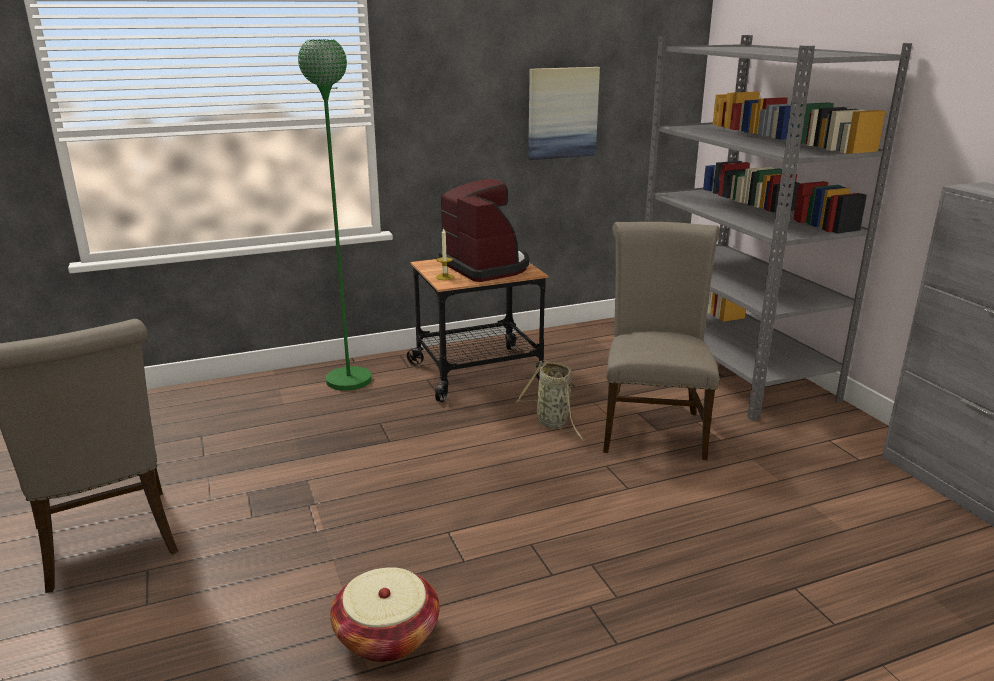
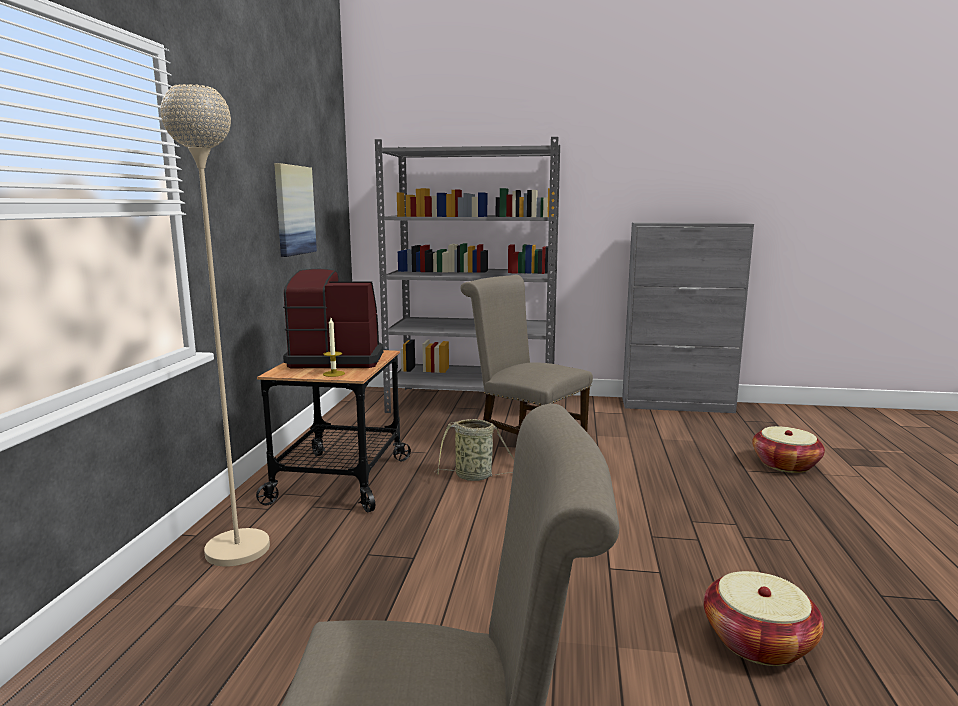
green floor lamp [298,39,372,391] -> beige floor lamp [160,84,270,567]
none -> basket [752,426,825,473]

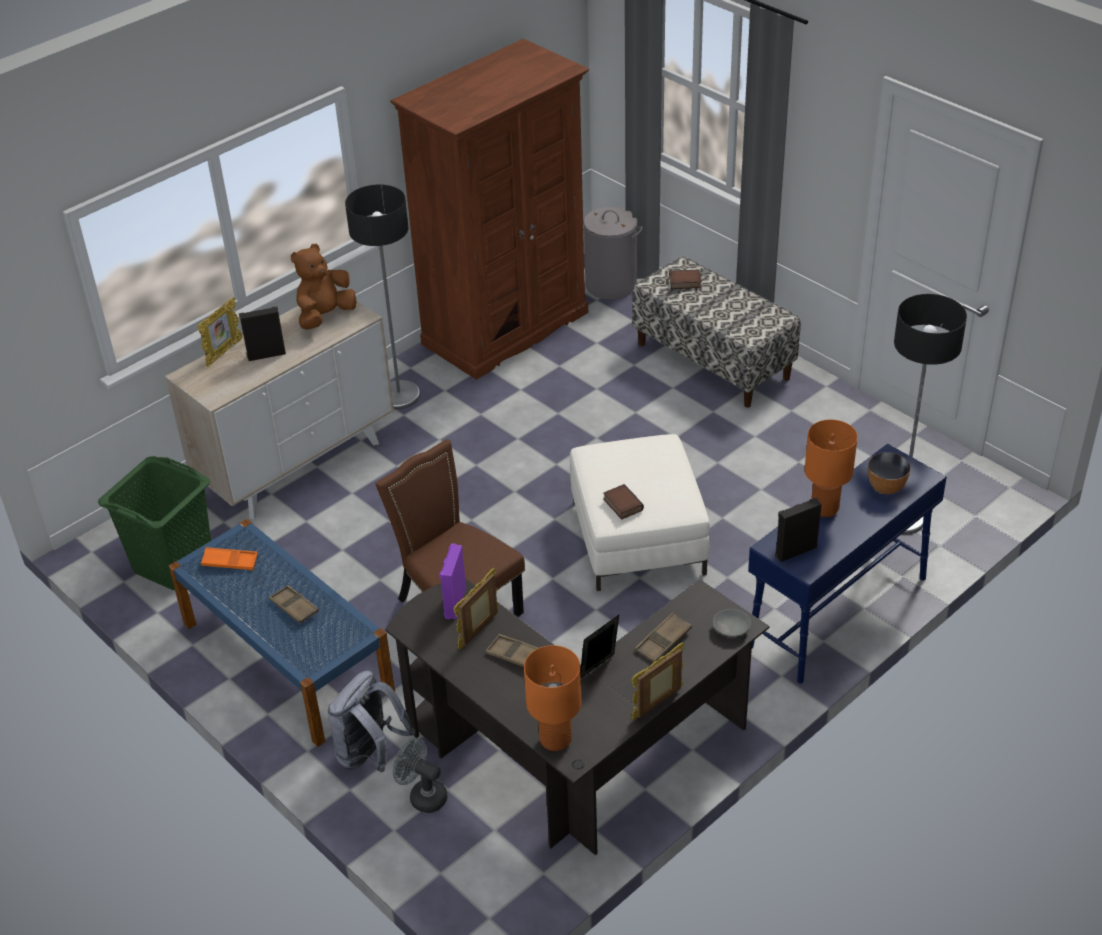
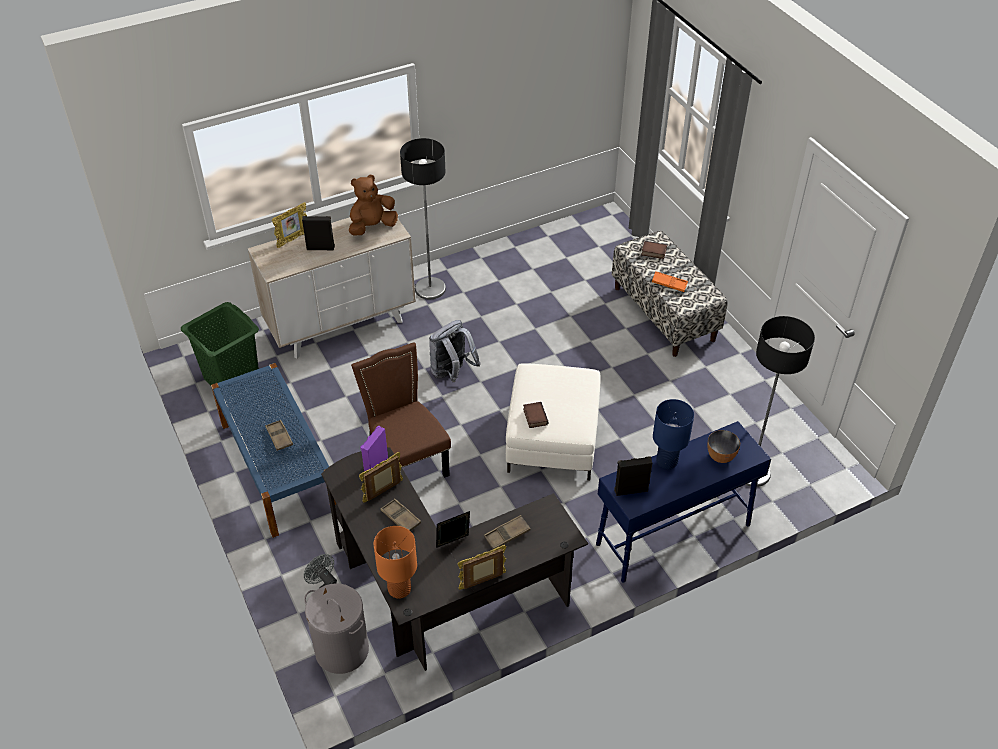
orange tray [201,547,258,570] -> orange tray [652,271,688,292], moved
grey backpack [328,671,415,772] -> grey backpack [429,320,481,382], moved
brown wardrobe [390,39,589,380] -> none
grey laundry basket [583,207,643,300] -> grey laundry basket [304,583,369,674], moved
grey bowl [713,609,751,637] -> none
orange table lamp [805,419,858,517] -> blue table lamp [653,399,694,470]

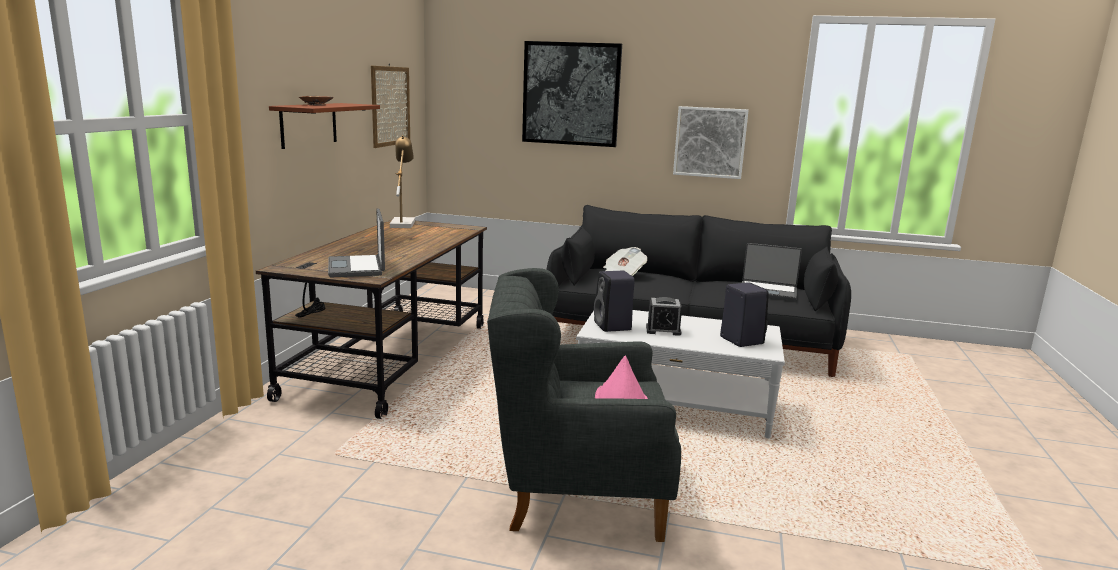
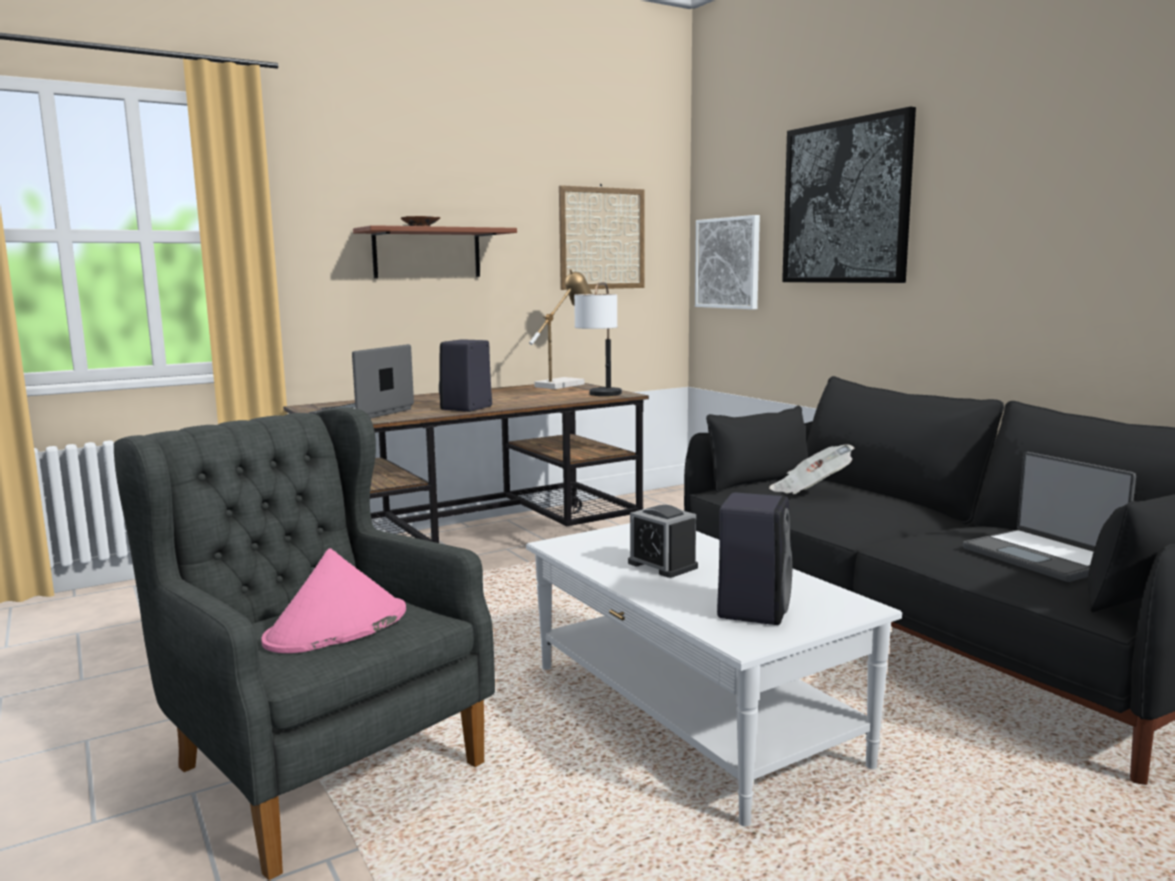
black speaker [594,271,635,332] -> black speaker [439,339,492,412], moved
picture [673,106,749,179] -> picture [695,215,760,310], moved
none -> table lamp [574,282,622,396]

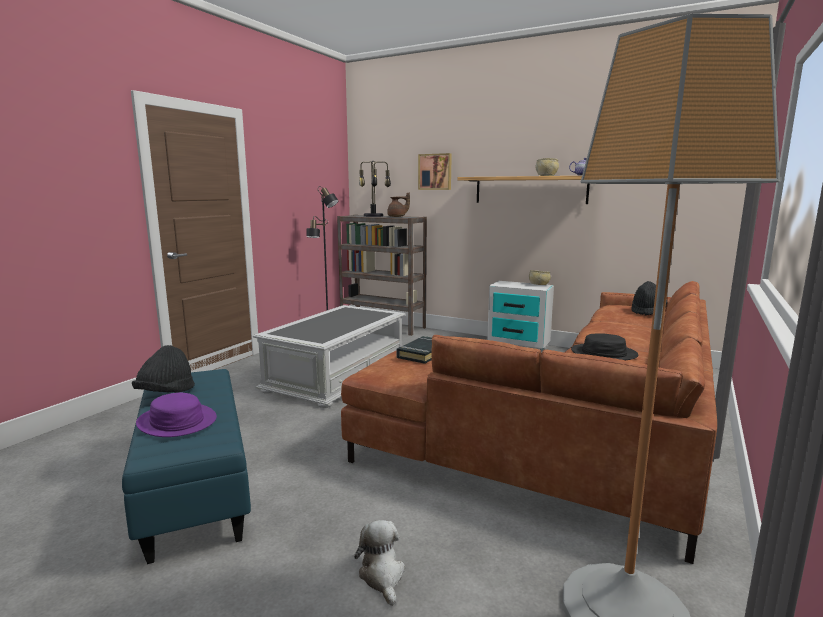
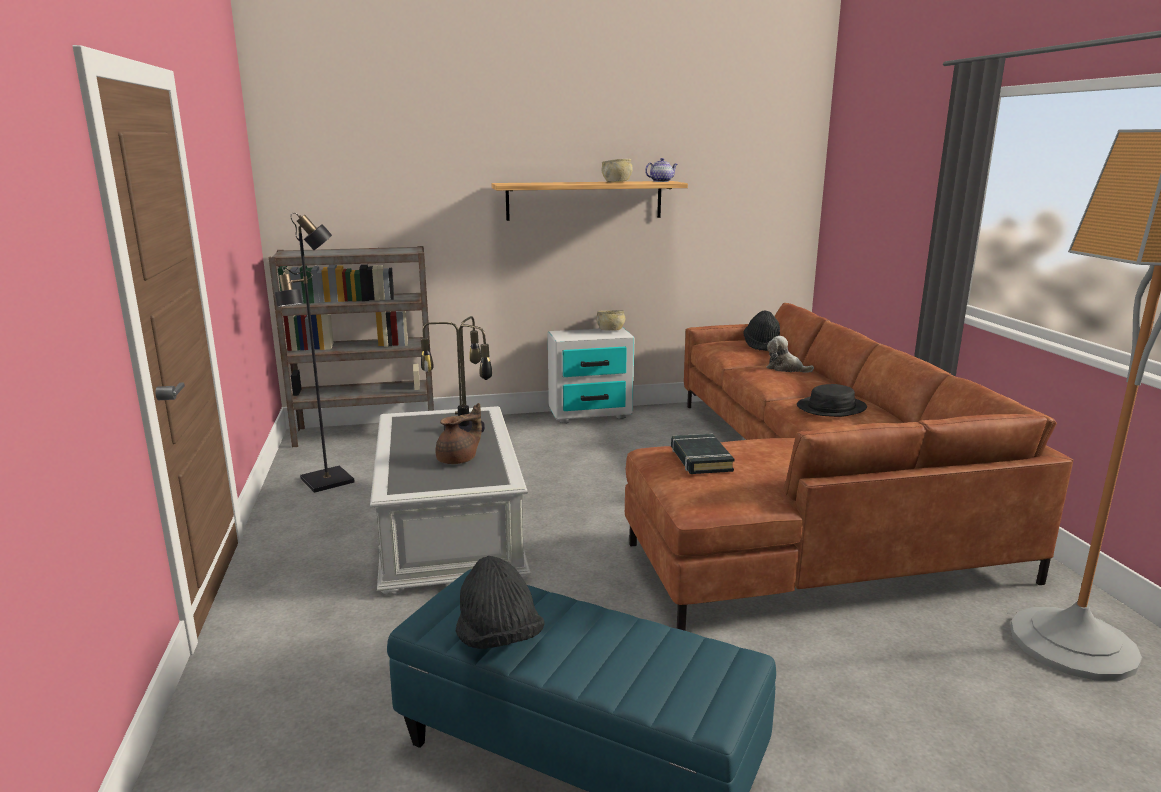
purple hat [136,393,217,437] -> none
plush toy [354,520,405,606] -> plush toy [766,336,814,373], moved
table lamp [359,161,391,217] -> table lamp [421,316,492,433], moved
brown teapot [387,192,410,217] -> brown teapot [436,403,482,464], moved
picture [418,153,452,190] -> none

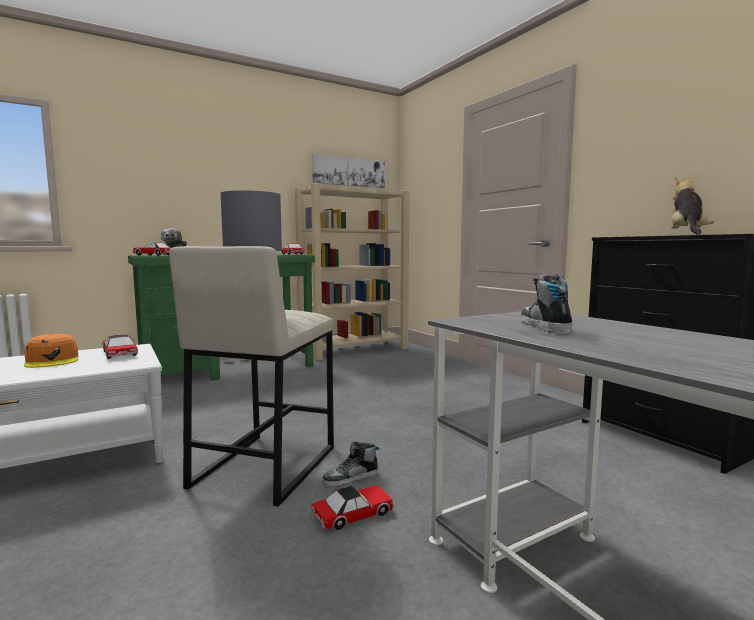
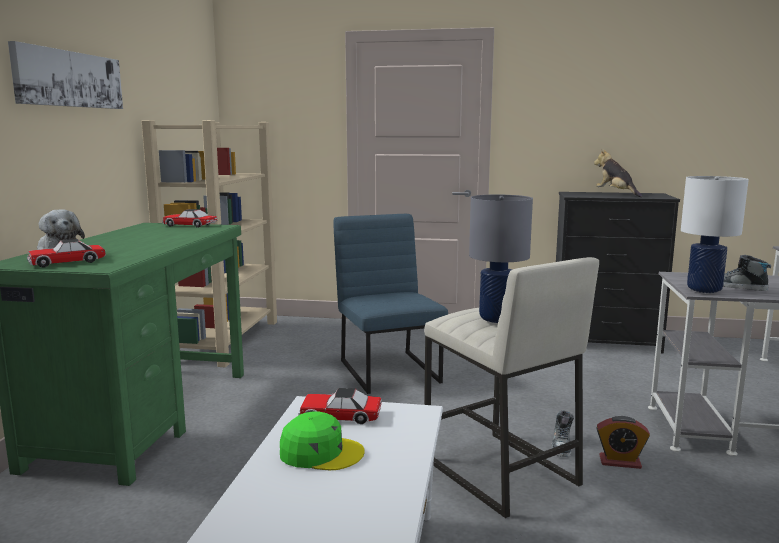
orange cap [24,334,78,368] -> green cap [280,411,365,470]
toy car [311,485,395,530] -> alarm clock [596,416,650,469]
picture [312,154,385,188] -> picture [8,41,123,109], moved
none -> blue chair [333,214,448,394]
none -> white table lamp [681,176,749,293]

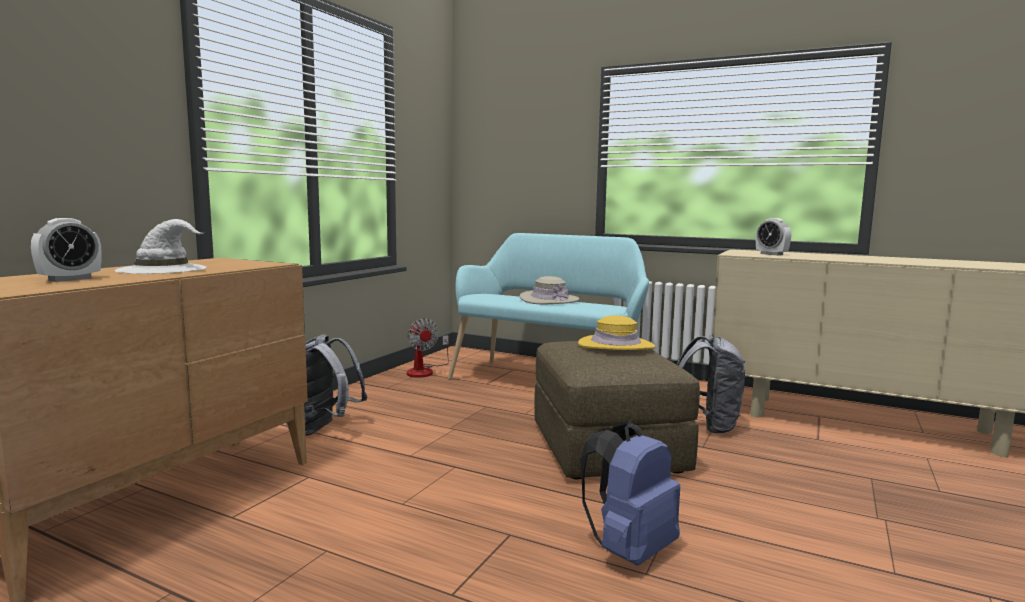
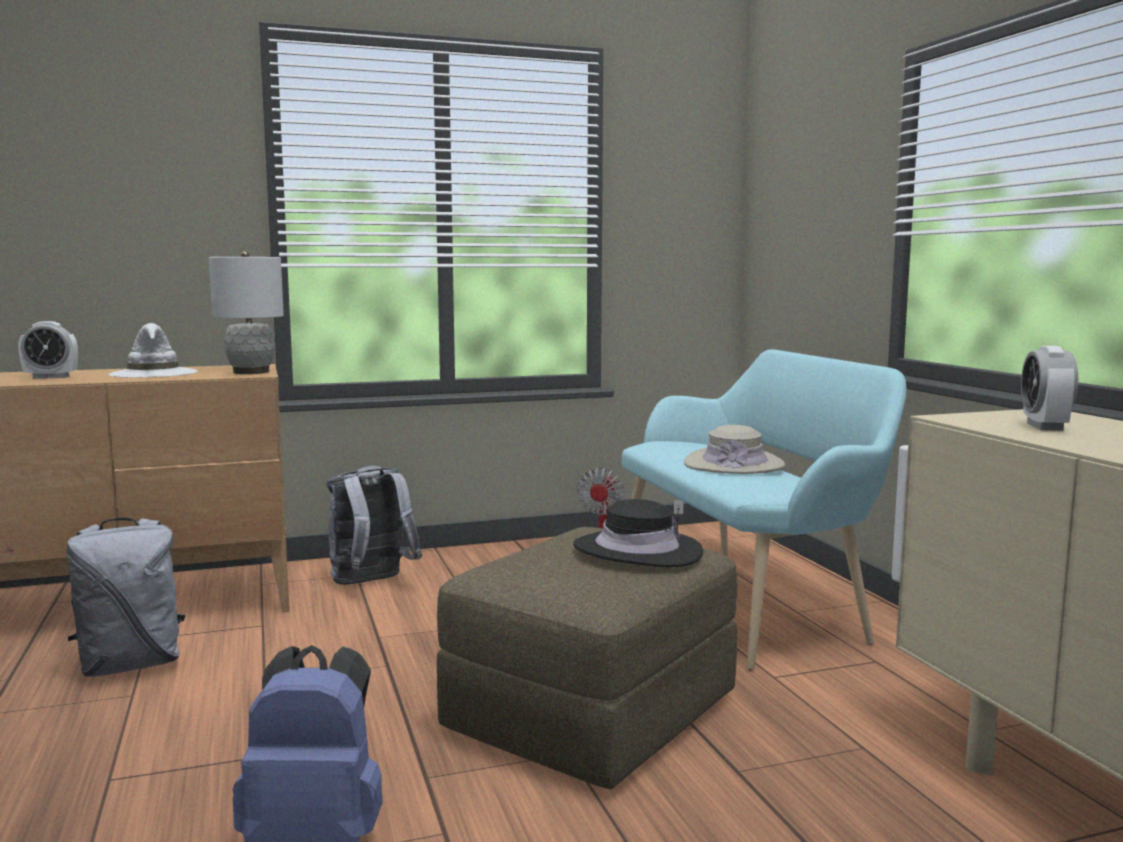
yellow hat [578,315,656,350] -> black hat [573,499,703,567]
grey backpack [677,335,745,434] -> grey backpack [66,517,186,677], moved
none -> white table lamp [209,251,284,374]

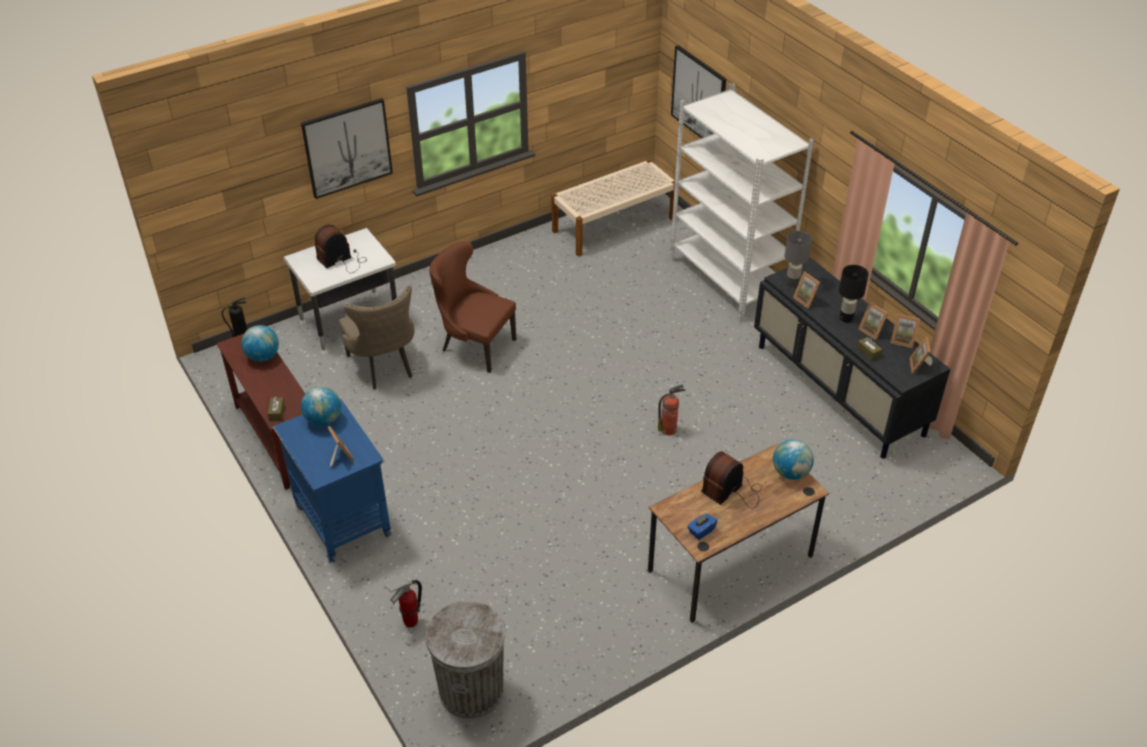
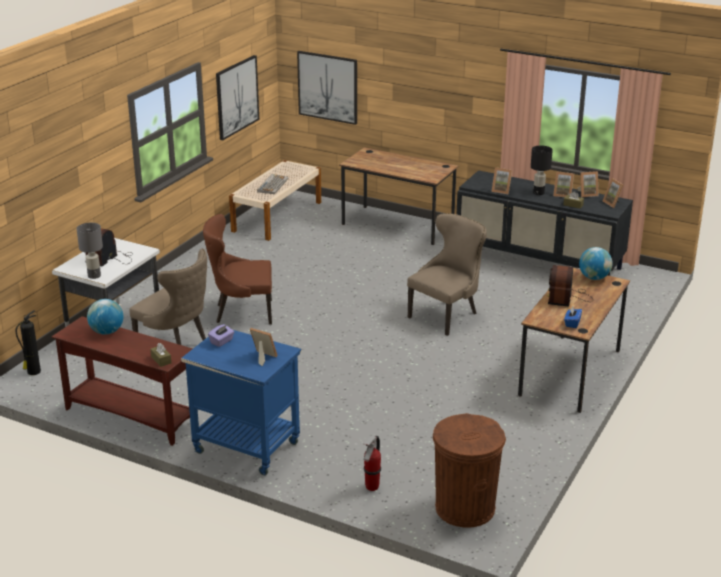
picture [301,98,393,199] -> picture [216,55,259,140], moved
globe [301,386,341,426] -> purple tissue box [208,324,234,347]
grey trash can [426,601,506,719] -> brown trash can [433,413,506,528]
fire extinguisher [658,384,686,435] -> beige chair [407,213,487,336]
white bookcase [670,83,814,322] -> brown desk [339,147,458,245]
grey table lamp [784,231,812,287] -> grey table lamp [77,223,103,279], moved
none -> keyboard [257,174,288,194]

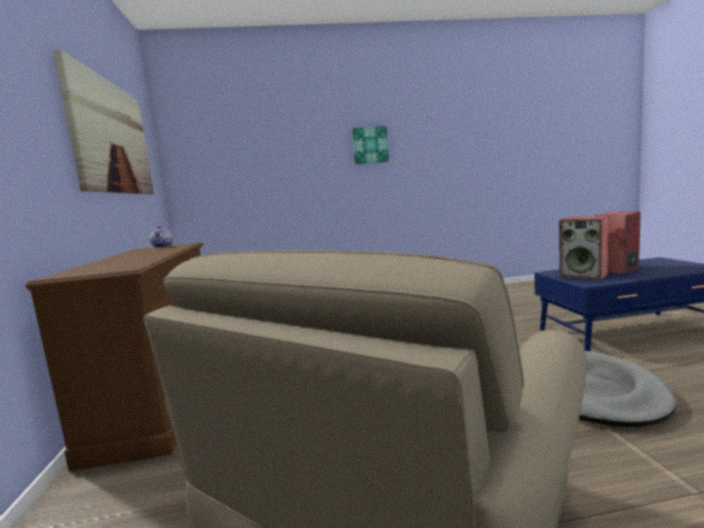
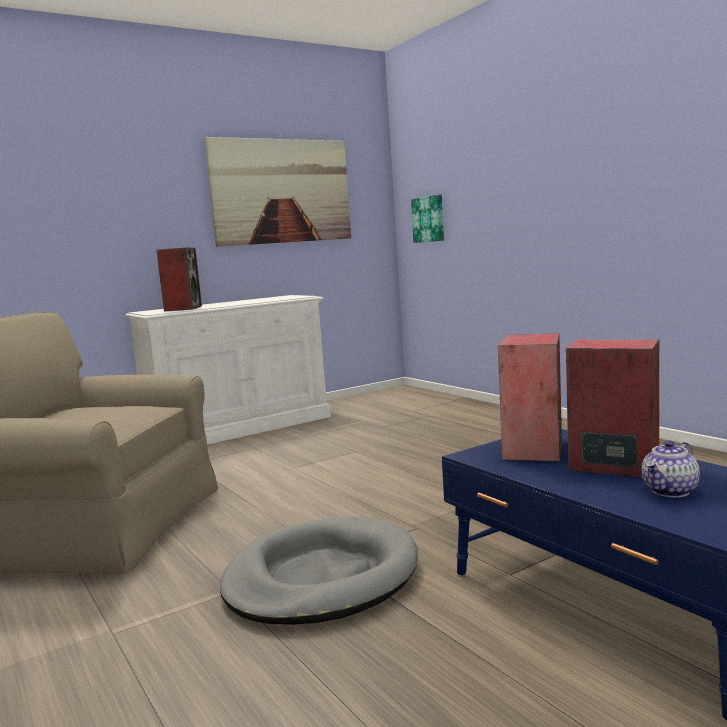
brown cabinet [25,242,203,472] -> white cabinet [126,295,331,445]
teapot [149,226,173,248] -> teapot [641,441,700,497], moved
picture [352,126,389,164] -> picture [411,195,444,243], moved
none -> speaker [157,248,202,312]

